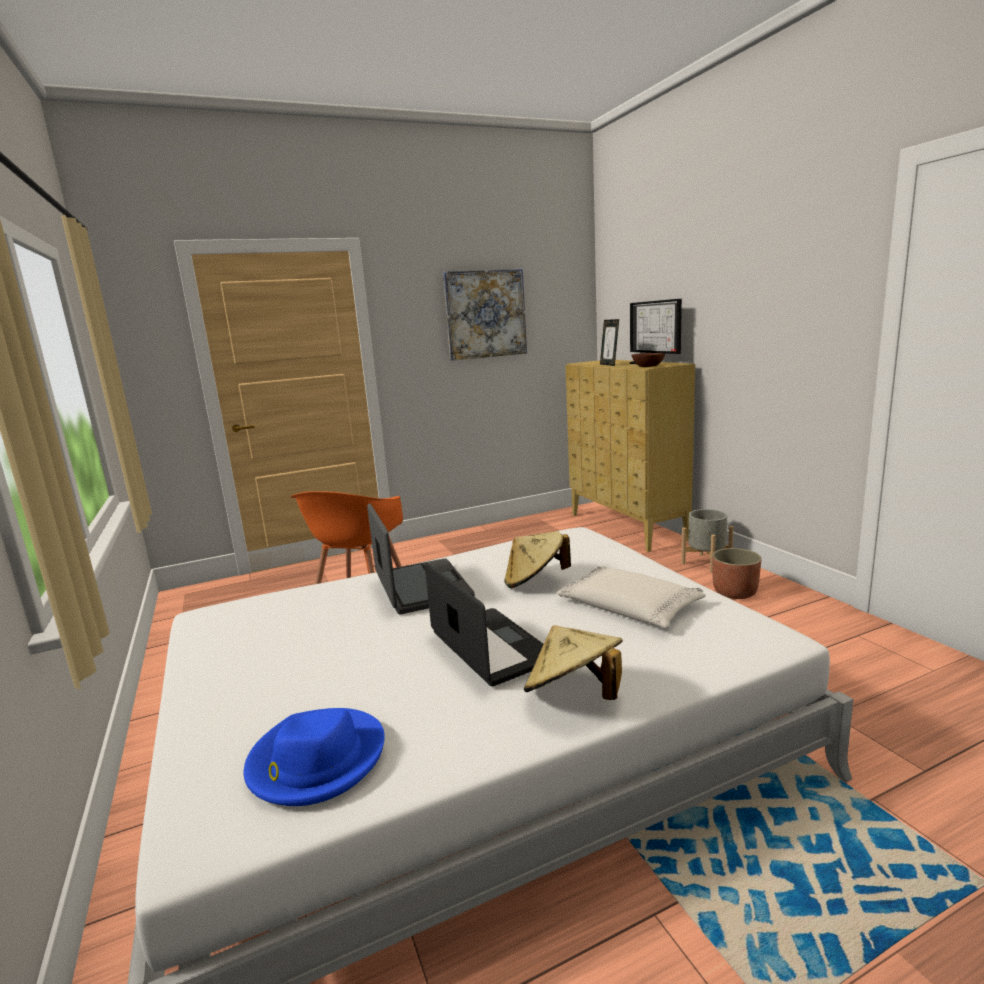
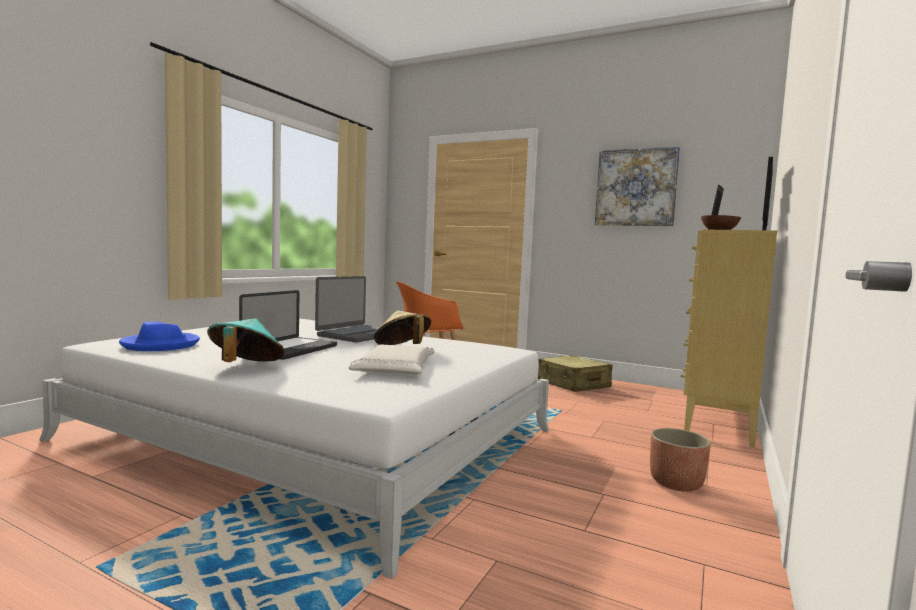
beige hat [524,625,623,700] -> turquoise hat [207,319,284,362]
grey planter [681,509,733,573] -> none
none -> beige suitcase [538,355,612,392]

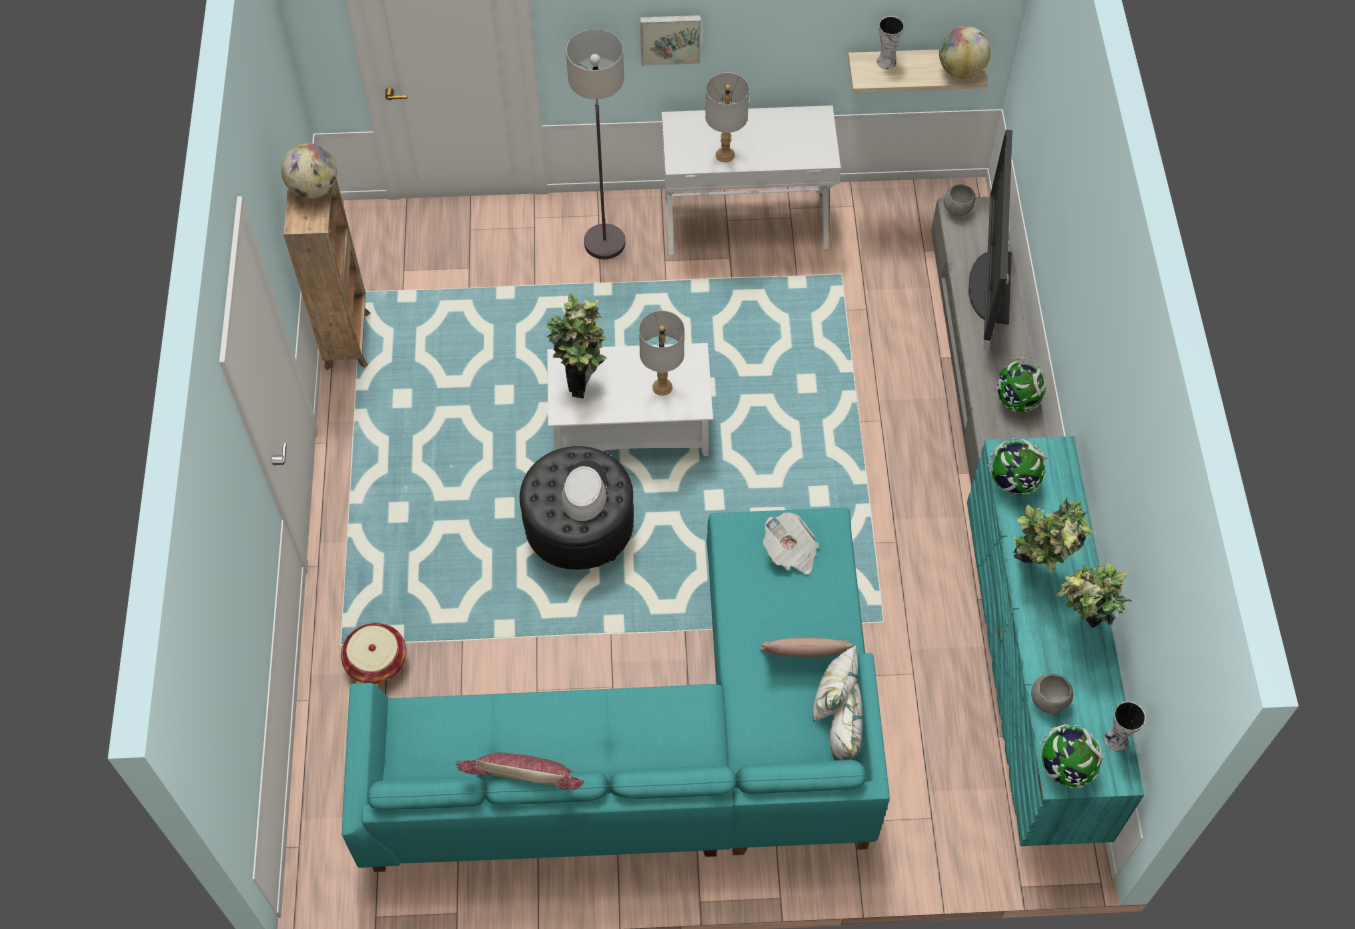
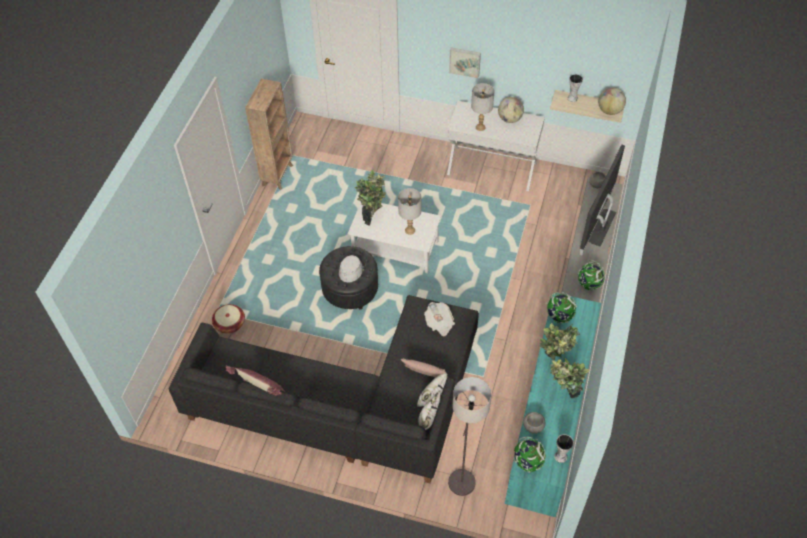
globe [281,143,337,199] -> globe [498,97,524,123], moved
turquoise sofa [342,508,890,872] -> black sofa [168,295,479,483]
grey floor lamp [566,29,625,259] -> grey floor lamp [448,377,492,496], moved

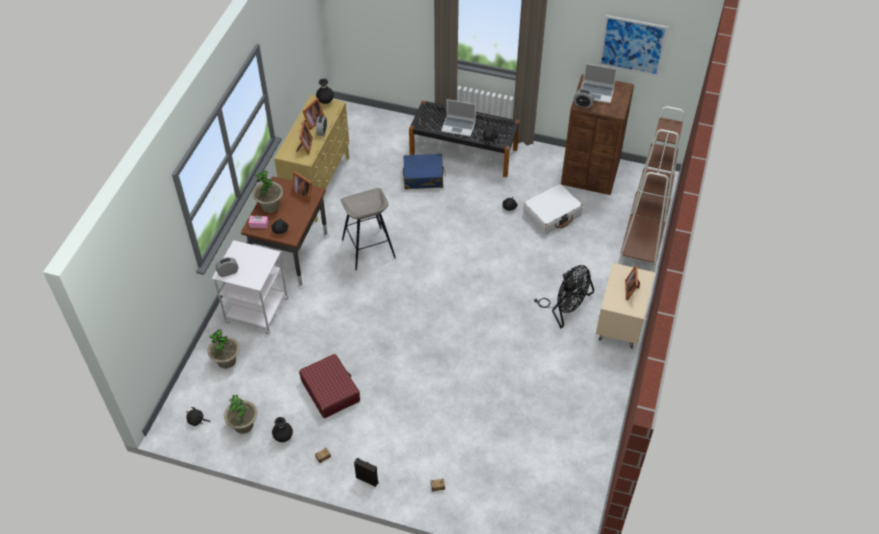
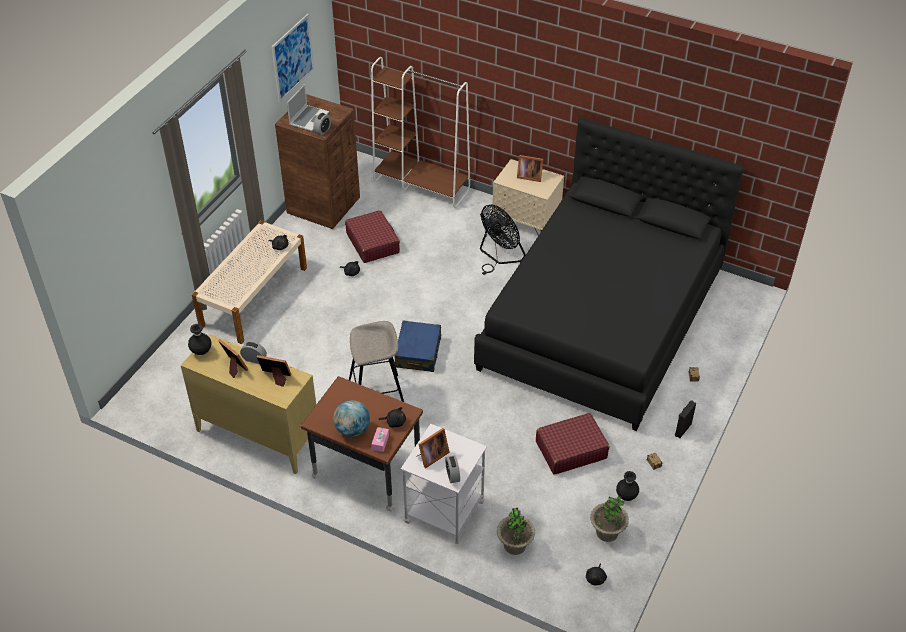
potted plant [252,170,283,213] -> globe [333,400,370,437]
picture frame [292,171,312,203] -> picture frame [416,428,450,469], moved
blue suitcase [403,154,446,189] -> blue suitcase [395,321,441,372], moved
black bench [409,100,520,178] -> beige bench [192,221,307,344]
laptop [441,99,476,137] -> none
white suitcase [523,184,583,235] -> red suitcase [345,210,400,263]
none -> black bed [474,118,744,431]

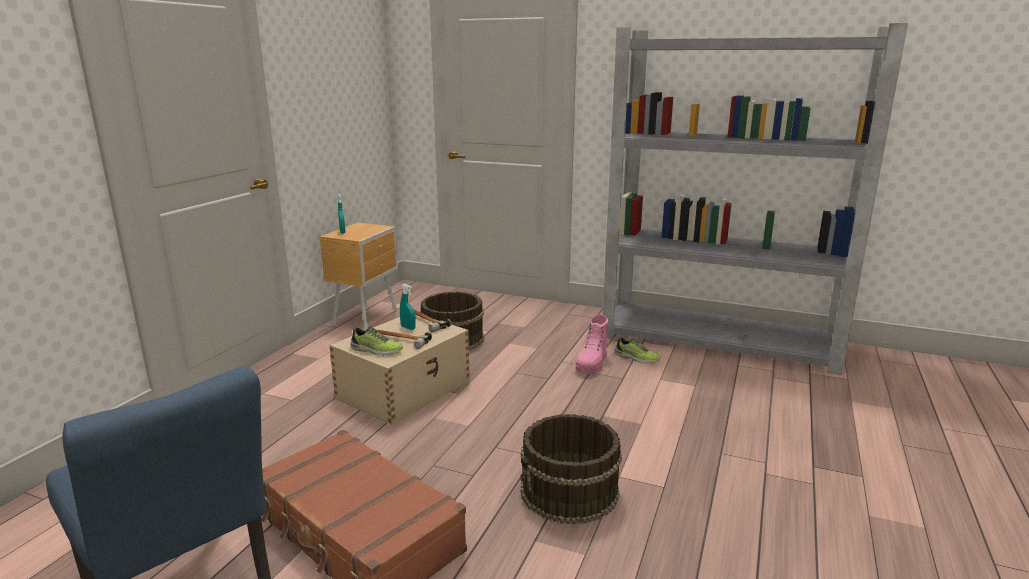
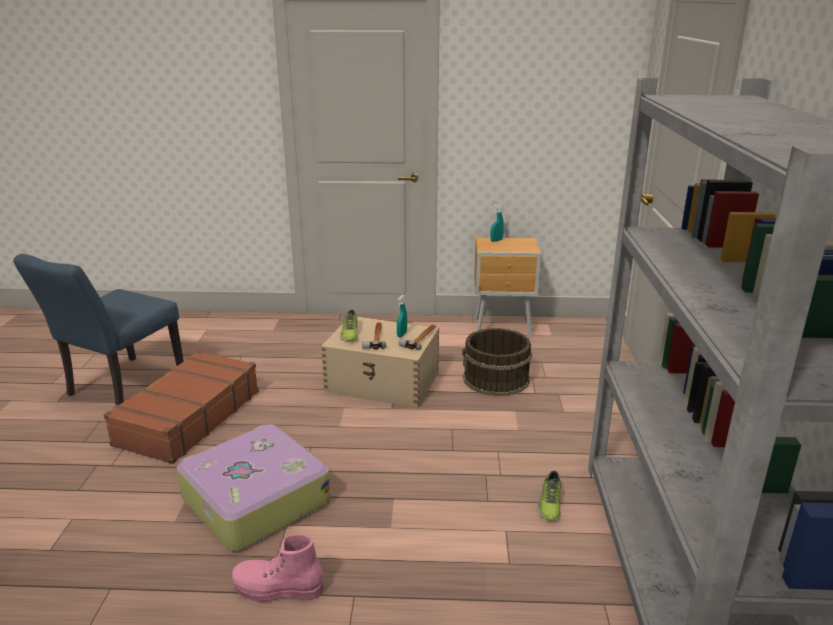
brown bucket [521,414,622,524] -> suitcase [177,424,331,551]
pink boot [576,315,608,374] -> pink boot [232,534,324,602], moved

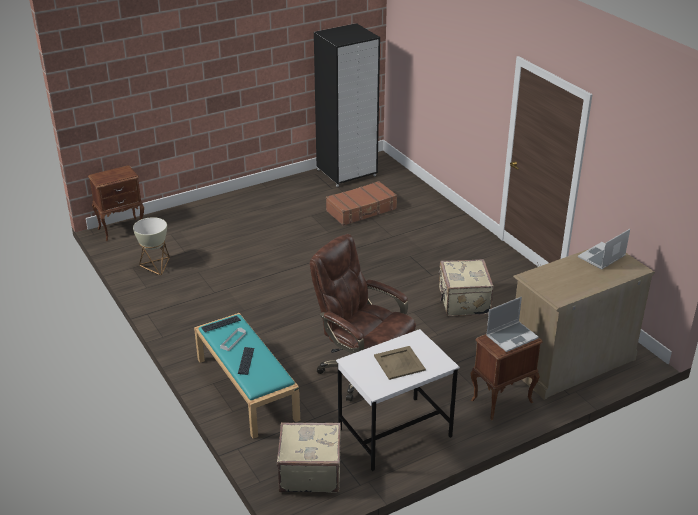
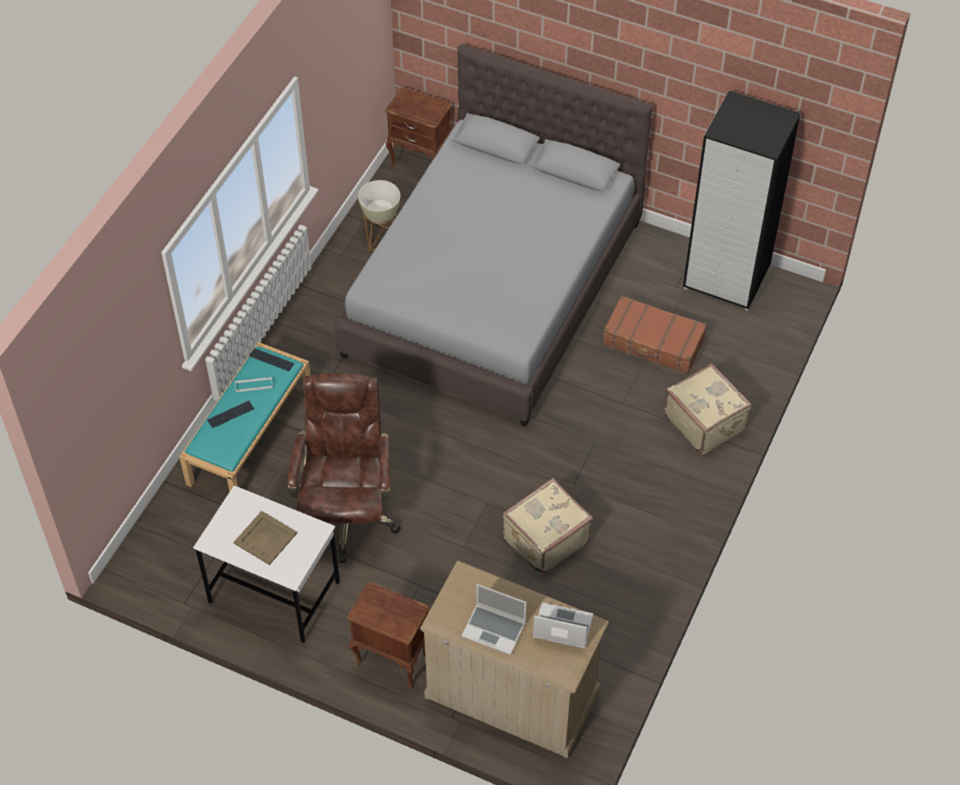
beige suitcase [277,422,341,493] -> beige suitcase [664,363,752,455], moved
laptop [486,297,539,352] -> laptop [461,584,526,655], moved
none -> grey bed [335,44,652,427]

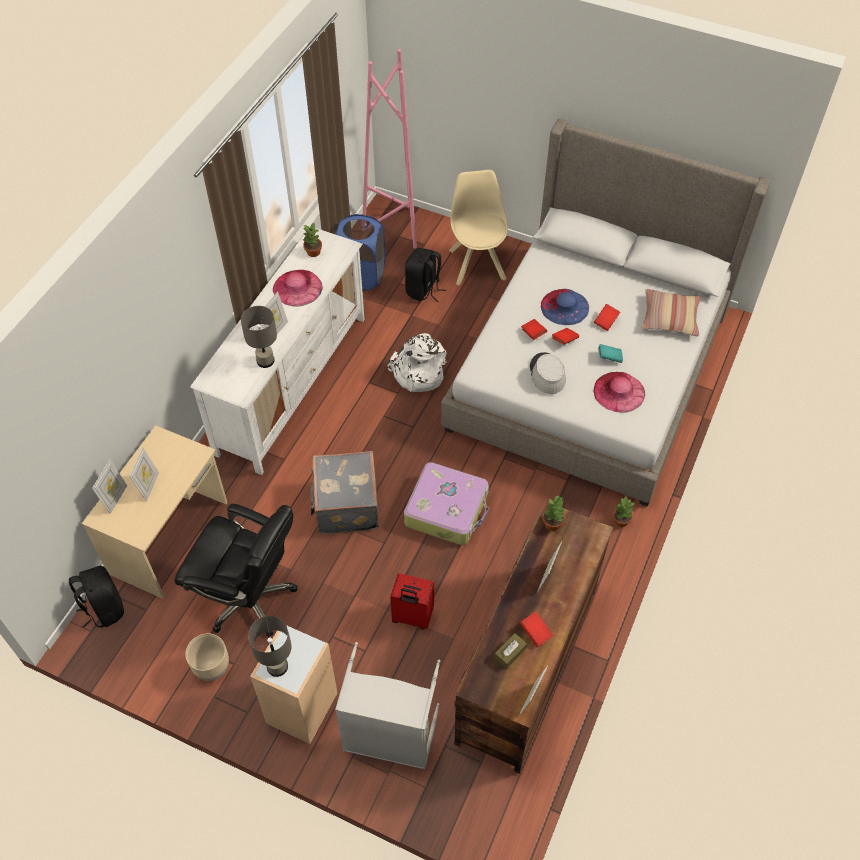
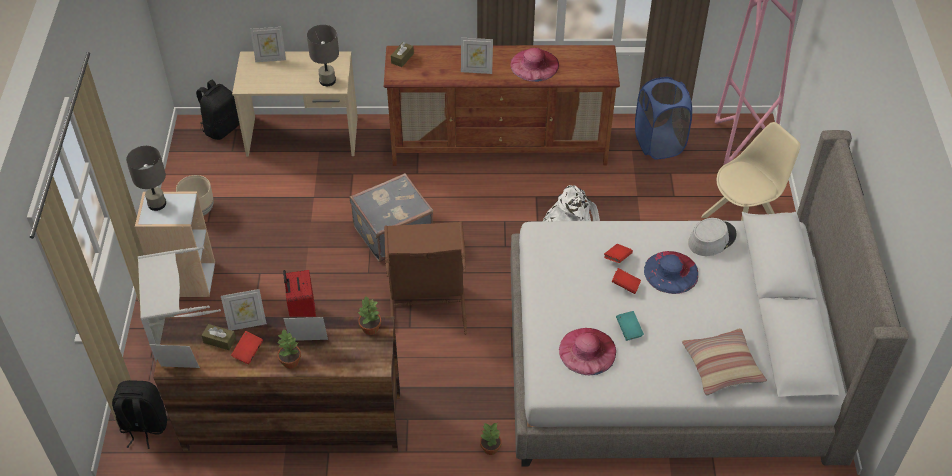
picture frame [129,447,159,502] -> picture frame [221,289,267,331], moved
black office chair [175,504,298,637] -> none
white dresser [190,227,365,475] -> brown dresser [384,45,620,166]
grey table lamp [241,306,277,368] -> grey table lamp [307,25,339,86], moved
potted plant [302,223,322,257] -> potted plant [277,328,301,369], moved
suitcase [404,462,489,545] -> brown laundry basket [384,221,467,335]
black backpack [405,248,446,302] -> black backpack [112,380,167,449], moved
grey hat [530,352,566,394] -> grey hat [688,218,737,256], moved
red book [594,304,620,331] -> none
none -> brown tissue box [391,42,414,67]

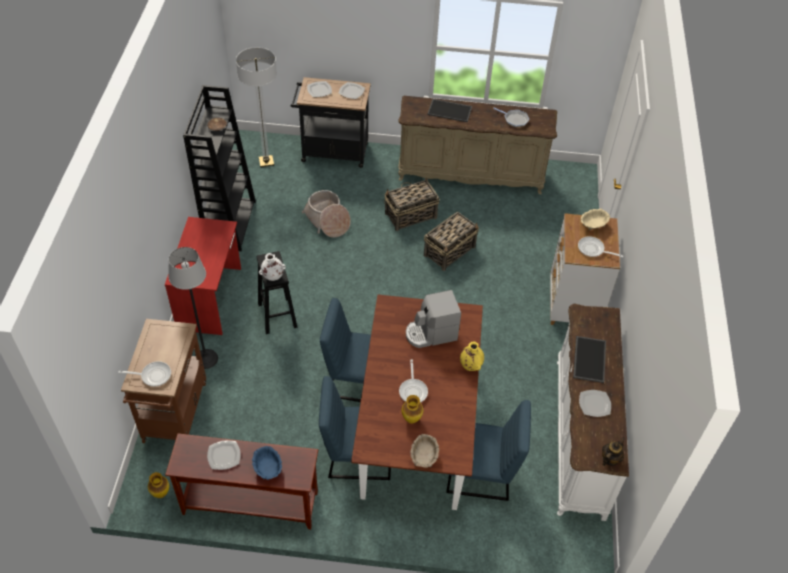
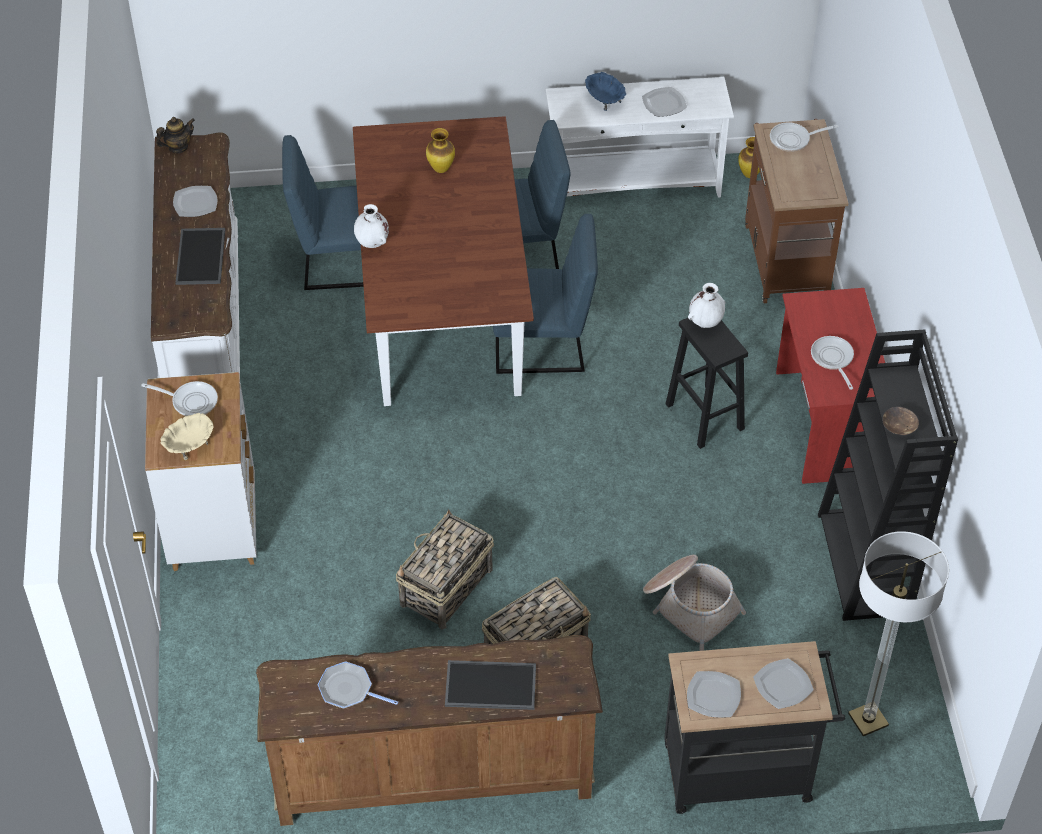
brown console table [165,433,318,530] -> white console table [545,77,734,198]
floor lamp [168,247,218,369] -> none
frying pan [399,359,428,403] -> frying pan [811,336,854,390], moved
coffee machine [406,290,461,348] -> none
beige bowl [410,434,439,468] -> none
yellow vase [460,342,484,371] -> white vase [354,204,389,248]
teapot [602,438,625,466] -> teapot [156,117,195,153], 150 degrees counterclockwise

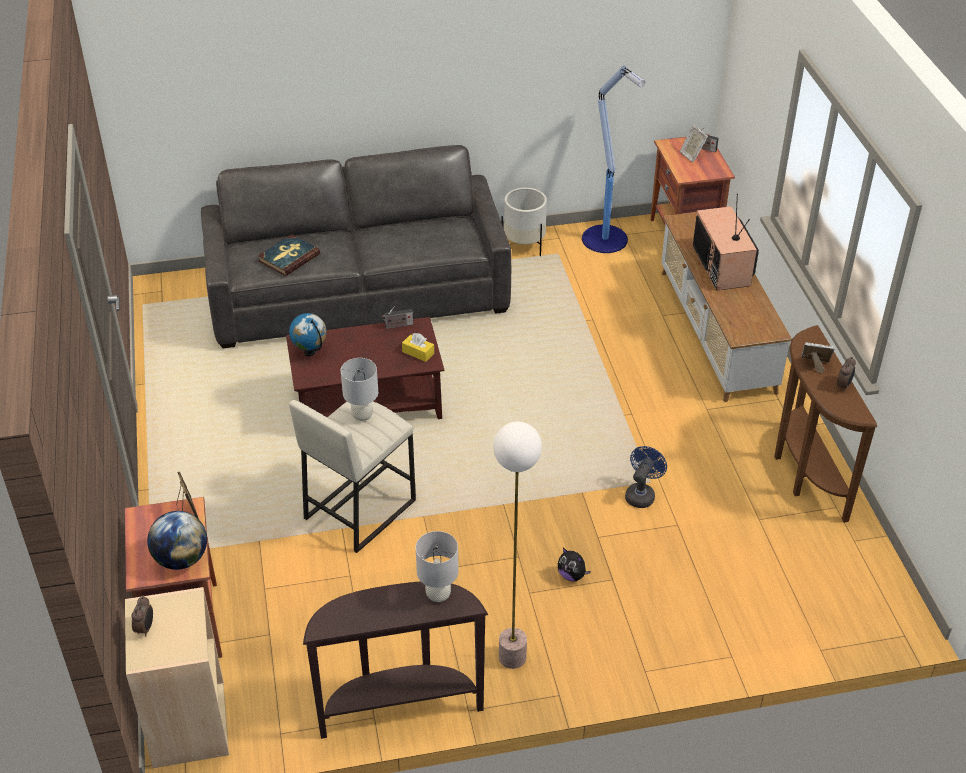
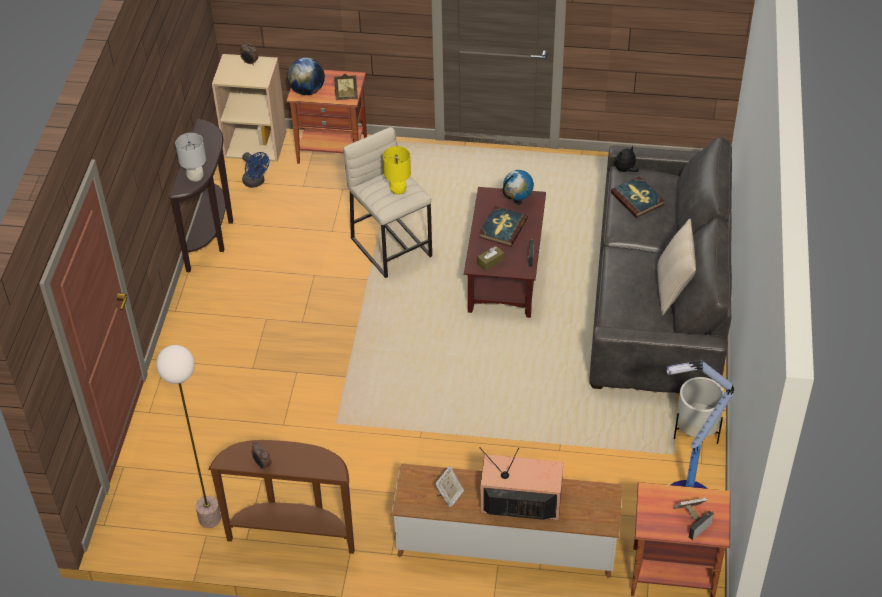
grey table lamp [341,358,378,421] -> yellow table lamp [383,146,411,195]
yellow tissue box [402,333,434,362] -> brown tissue box [477,246,504,271]
floor lamp [493,422,542,669] -> floor lamp [156,345,221,528], moved
plush toy [558,548,591,582] -> plush toy [615,146,639,172], moved
blue fan [625,446,667,508] -> blue fan [242,152,269,188], moved
picture frame [801,342,835,374] -> picture frame [435,466,464,507], moved
none -> book [479,206,528,247]
none -> beige pillow [657,219,696,315]

